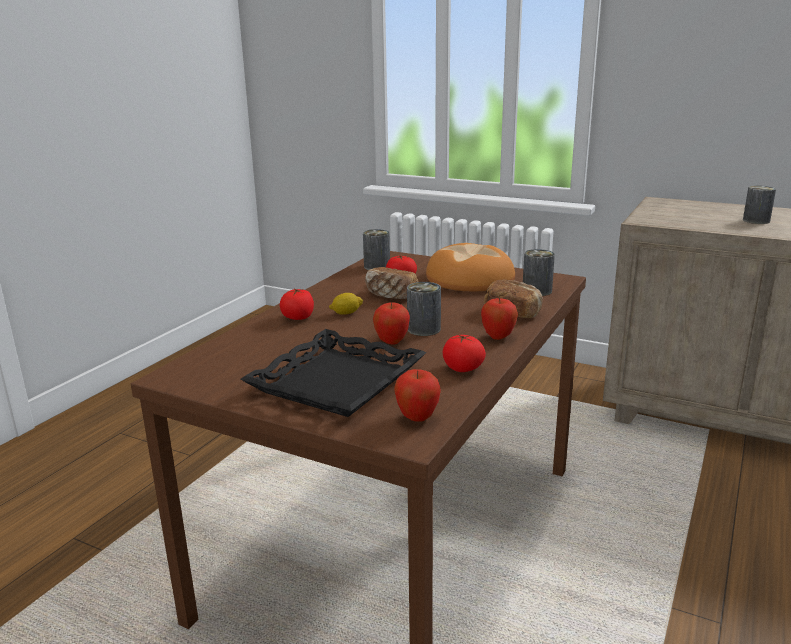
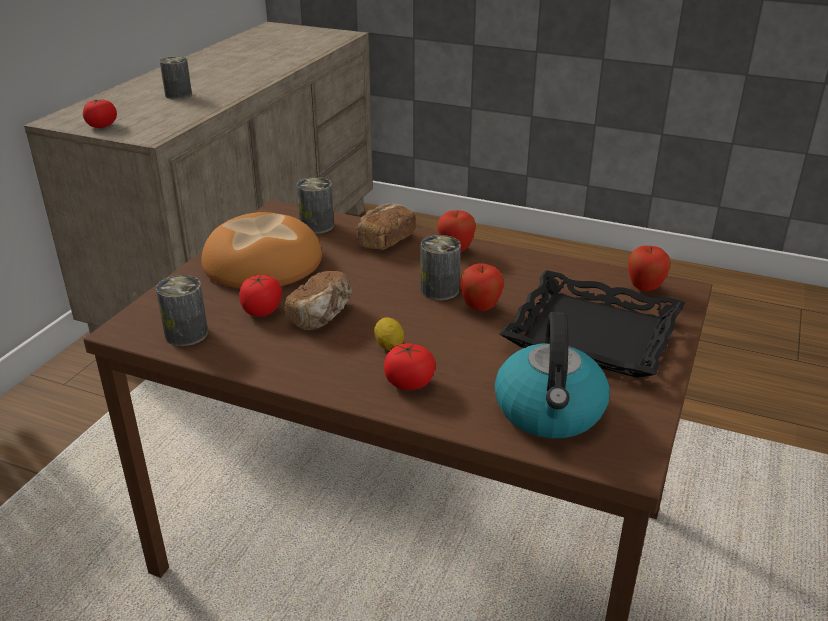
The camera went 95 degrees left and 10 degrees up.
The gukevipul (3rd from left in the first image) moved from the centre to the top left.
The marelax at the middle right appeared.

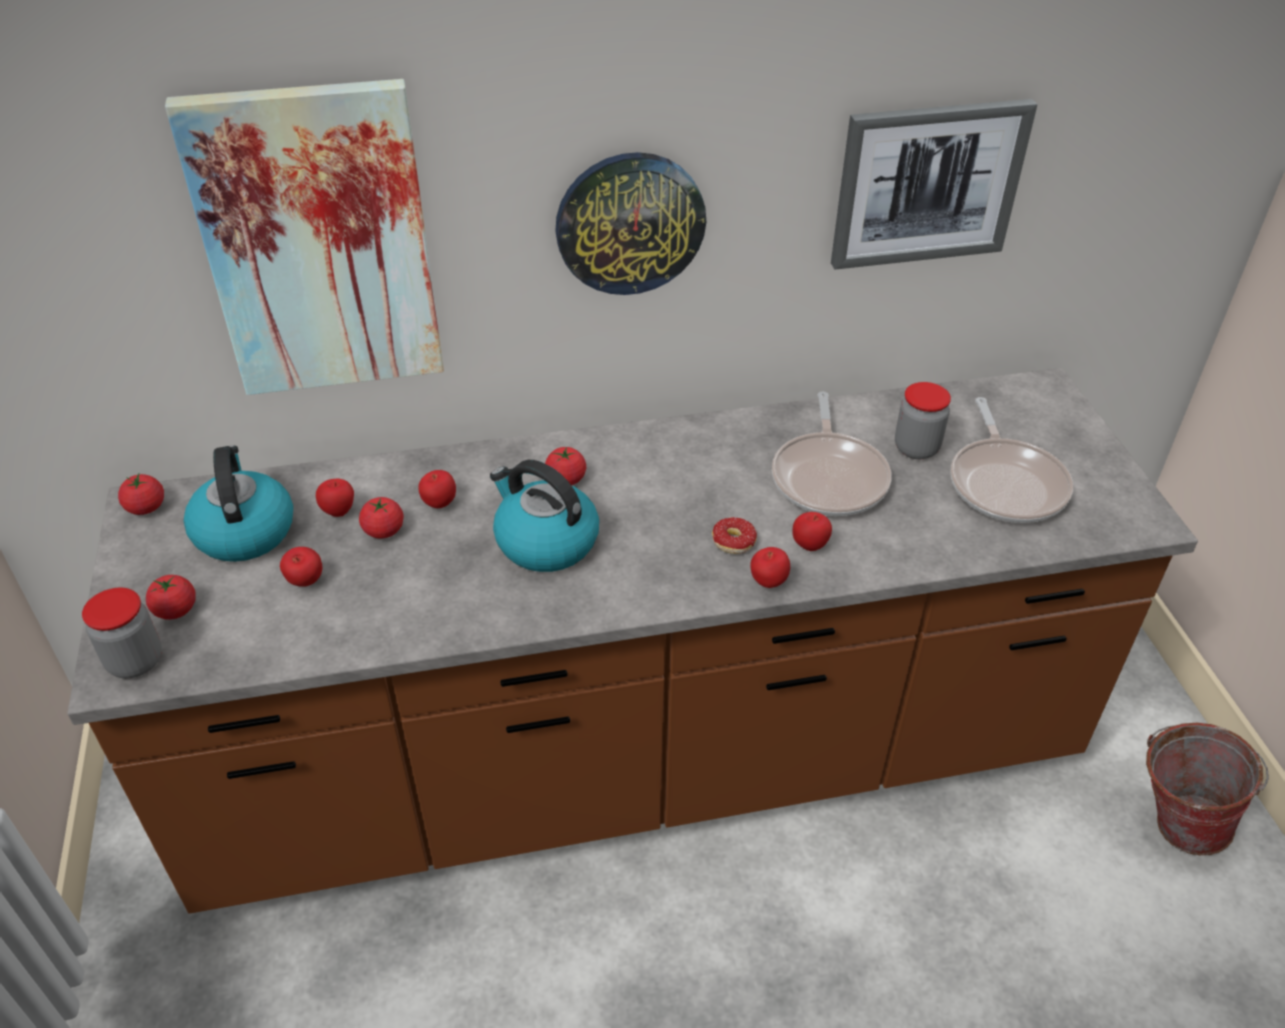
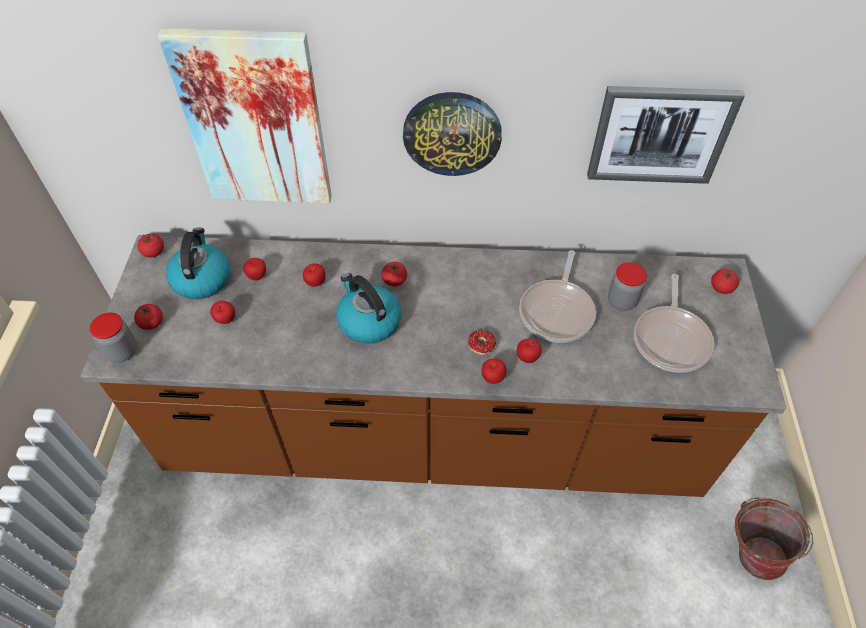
The camera went 15 degrees right and 10 degrees up.
The gukevipul (3rd from left in the first image) moved from the middle left to the middle right.

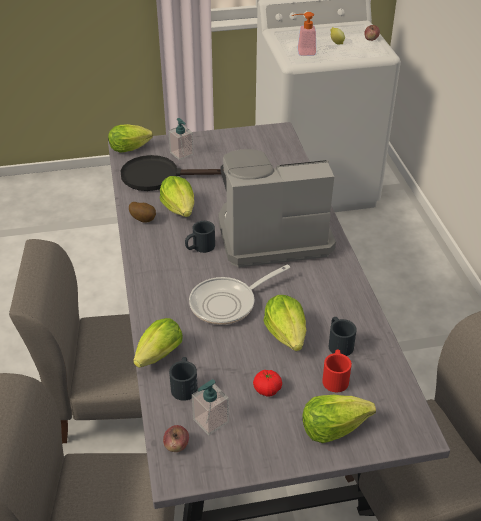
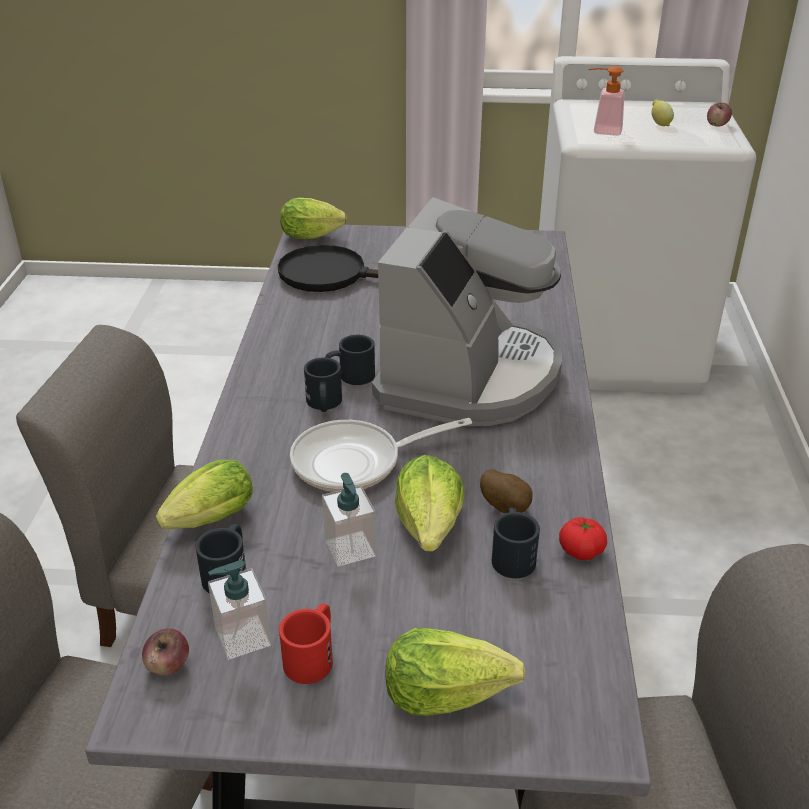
The camera went 15 degrees right and 5 degrees down.
The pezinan moved from the middle left to the centre.
The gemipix (3rd from left) at the centre disappeared.
The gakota (1st from left in the first image) moved from the top centre to the centre.
The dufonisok at the centre turned 105 degrees clockwise.
The gukevipul moved from the bottom centre to the middle right.
The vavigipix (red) moved from the bottom right to the bottom centre.
The vavigipix (black) (2nd from left) at the centre appeared.

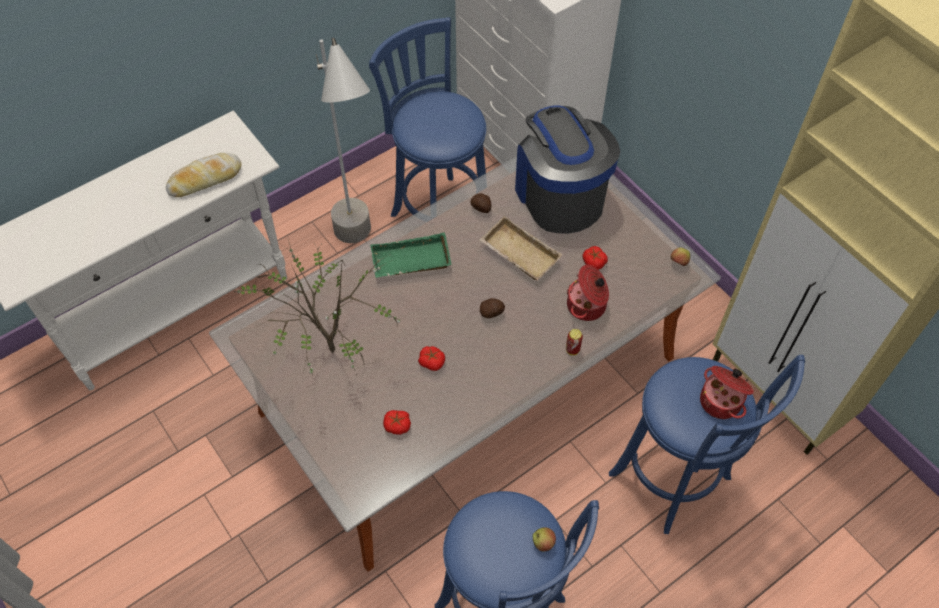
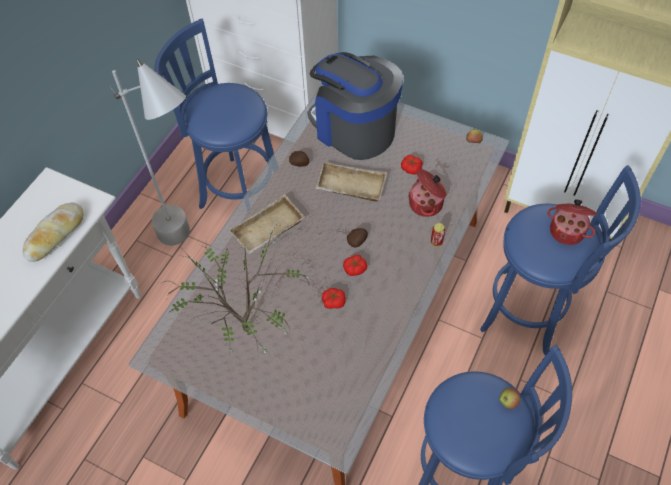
The camera went 25 degrees left and 0 degrees up.
The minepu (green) at the centre became the minepu (beige) (1st from left) at the centre.
The gukevipul (1st from left in the first image) moved from the bottom centre to the centre.

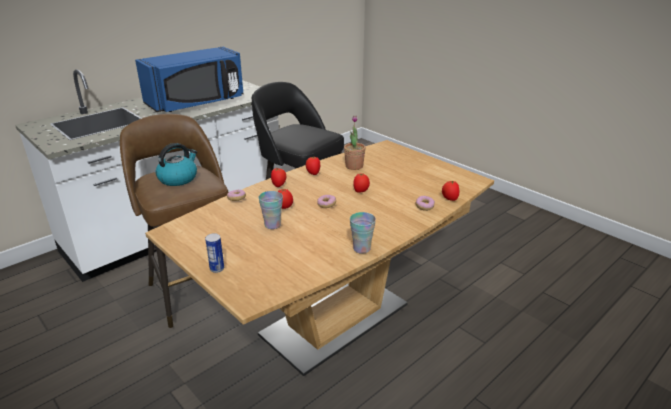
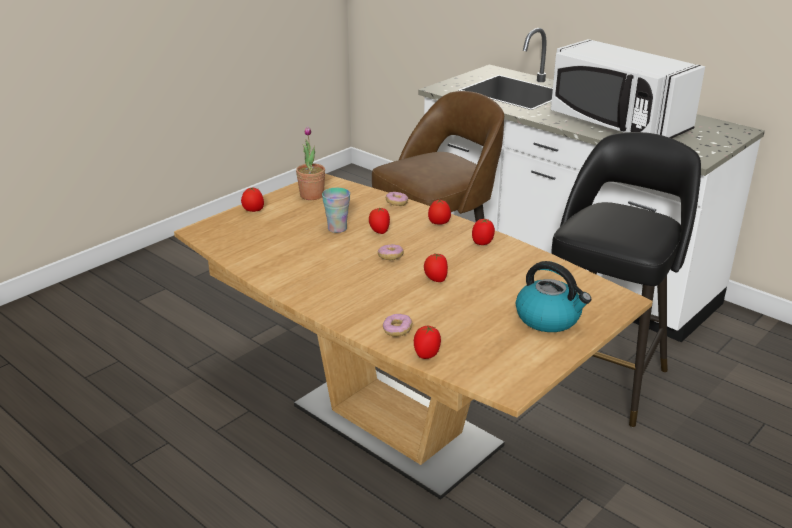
The camera went 85 degrees right and 0 degrees up.
The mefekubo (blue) at the top left became the mefekubo (white) at the top right.
The marelax moved from the middle left to the middle right.
The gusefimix at the middle left was replaced by the gukevipul (1st from left) at the middle left.
The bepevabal moved from the centre to the top centre.
The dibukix (2nd from left) at the centre disappeared.

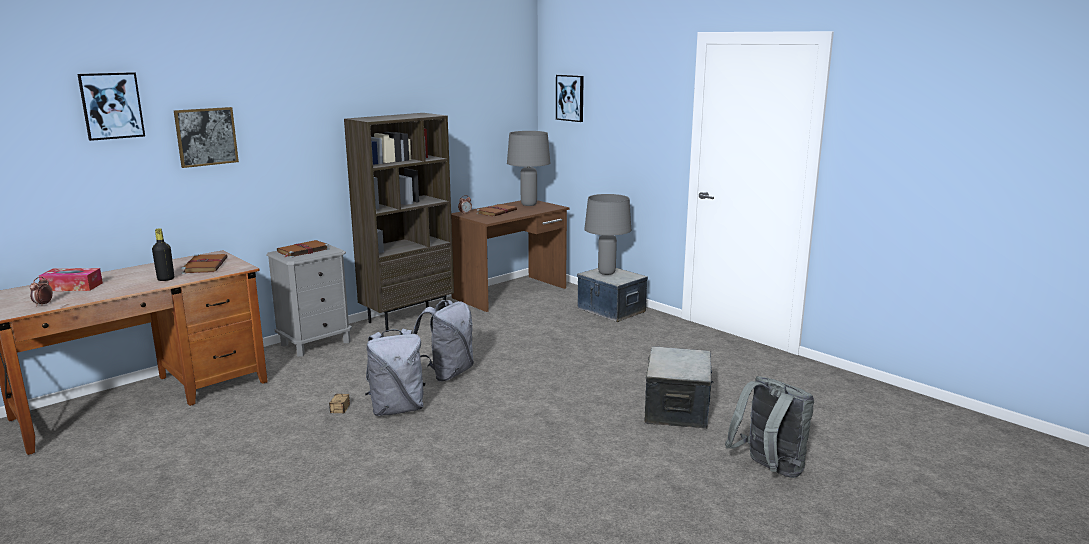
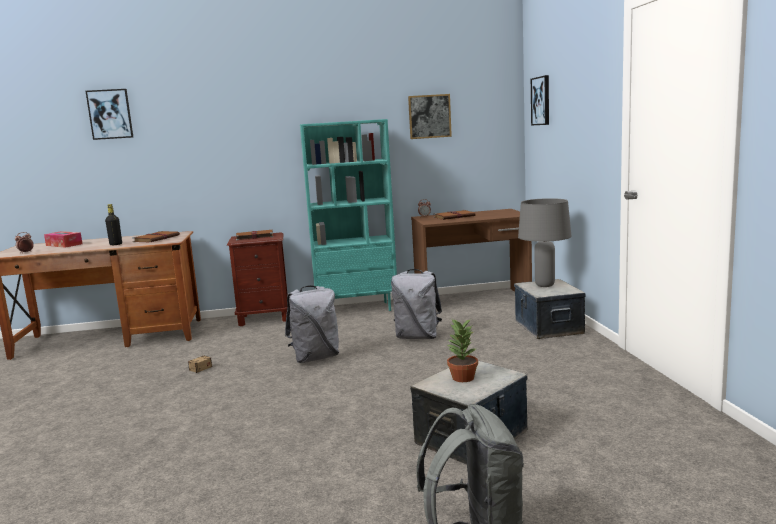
The camera went 35 degrees right and 5 degrees down.
The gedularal (2nd from left) moved from the top left to the top centre.
The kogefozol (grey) at the middle left became the kogefozol (brown) at the middle left.
The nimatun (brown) at the centre became the nimatun (turquoise) at the centre.
The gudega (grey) (1st from left in the first image) moved from the bottom centre to the centre.
The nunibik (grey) (1st from left) at the top centre disappeared.
The bepevabal at the bottom centre appeared.

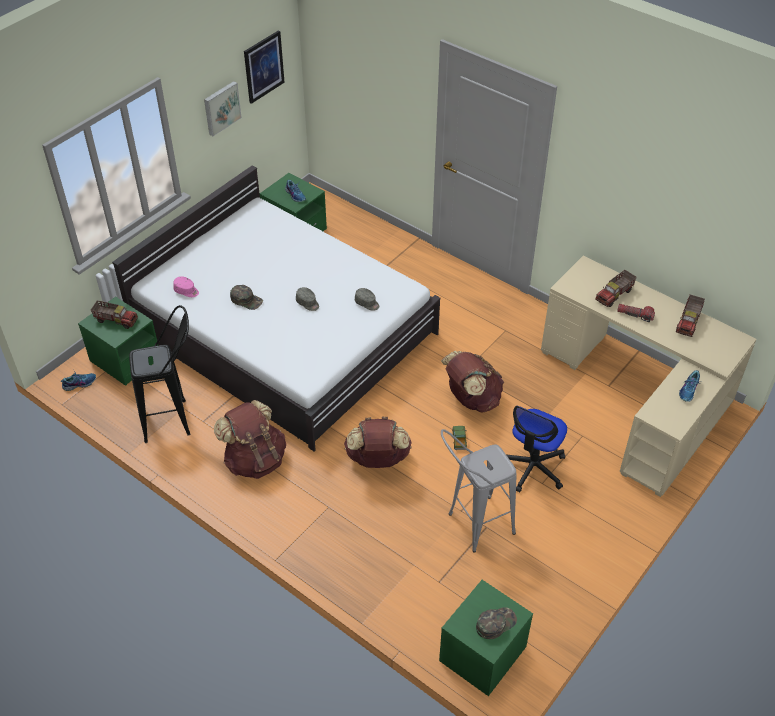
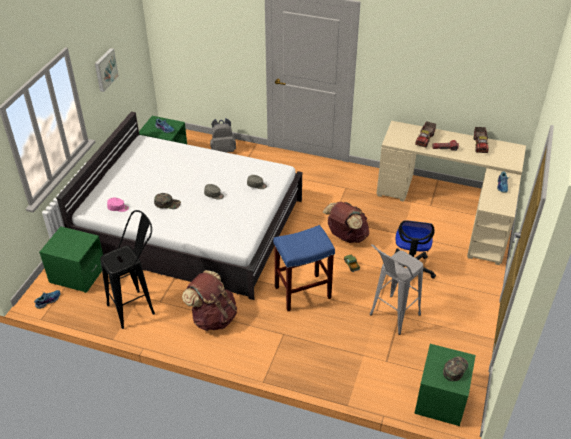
The camera went 20 degrees left and 5 degrees down.
The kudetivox (1st from left) at the middle left disappeared.
The gedularal (2nd from left) at the top centre disappeared.
The gudega (brown) (2nd from left) at the centre was replaced by the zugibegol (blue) at the centre.
The gudega (grey) at the top centre appeared.

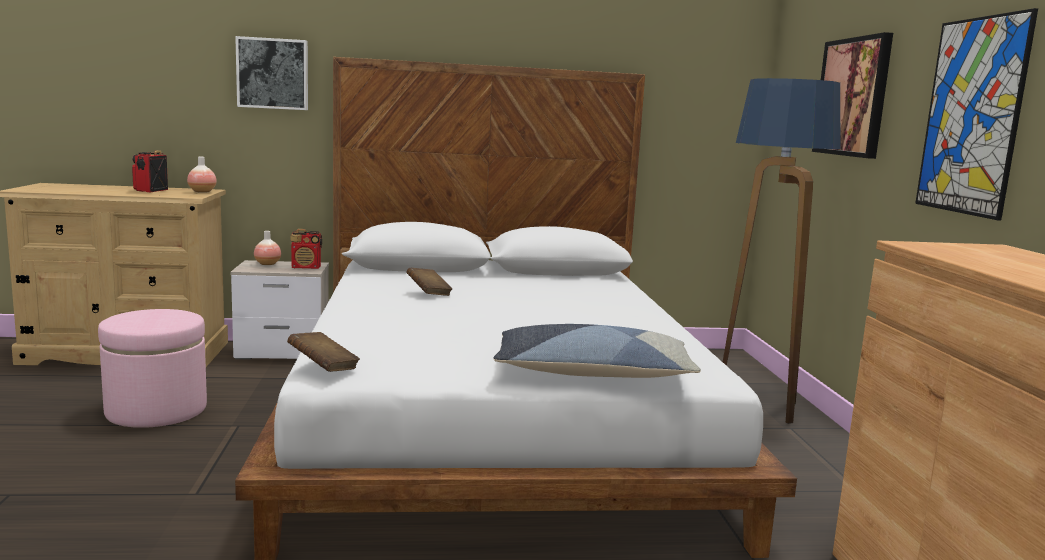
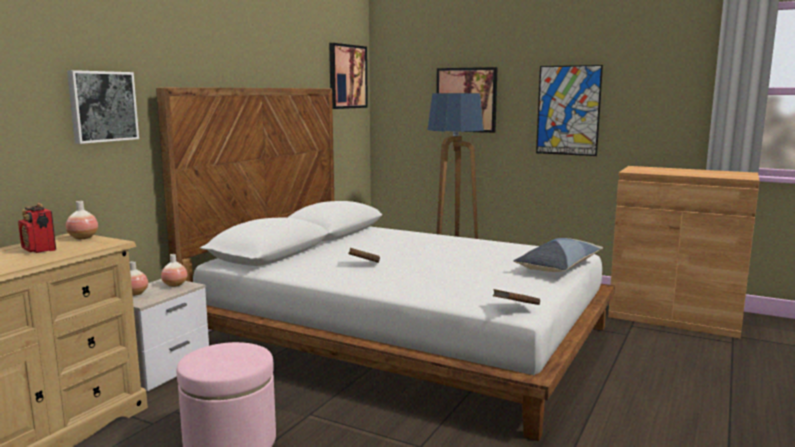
The camera went 55 degrees left and 0 degrees up.
The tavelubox (2nd from left) at the middle left was replaced by the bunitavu (3rd from left) at the middle left.
The gedularal (2nd from left) at the top centre appeared.

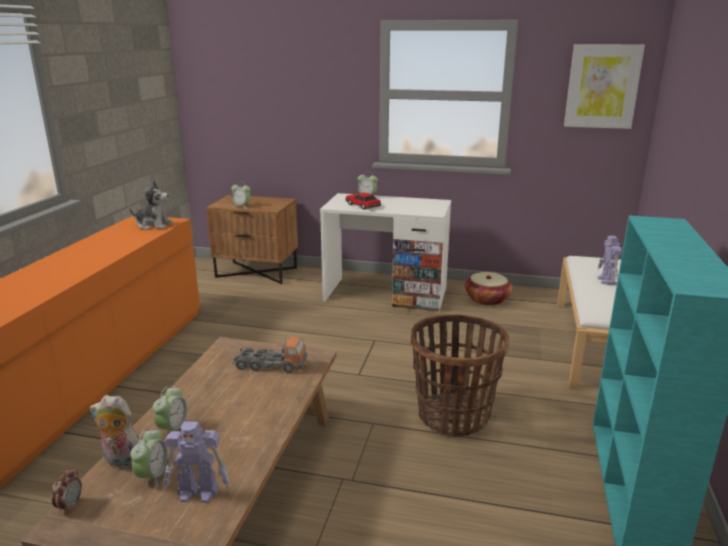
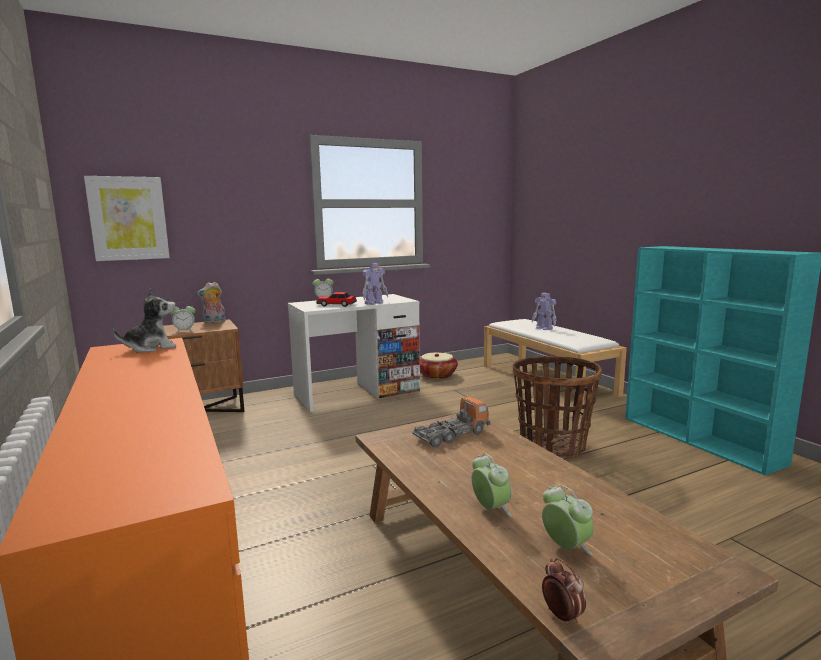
The camera went 40 degrees left and 10 degrees down.
The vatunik (1st from left in the first image) moved from the bottom left to the middle left.
The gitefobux (1st from left) moved from the bottom left to the centre.
The gedularal moved from the top right to the top left.

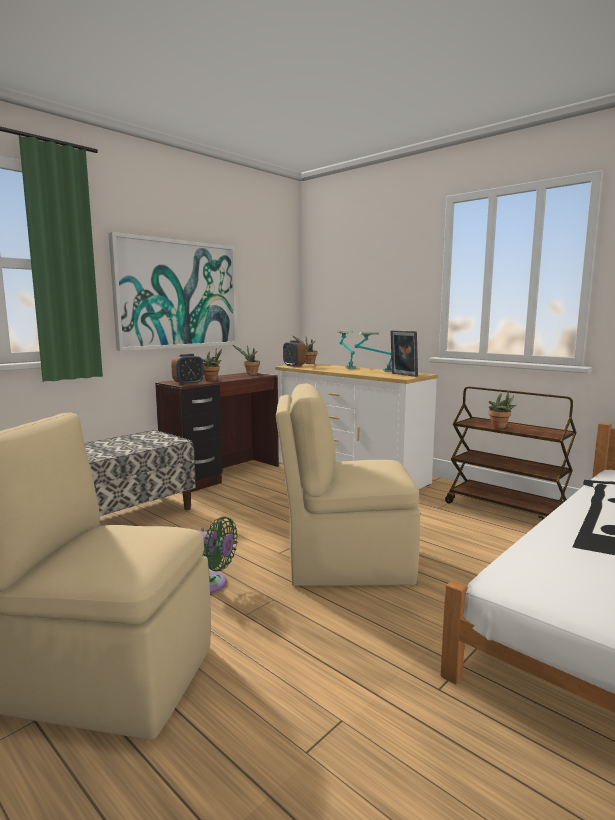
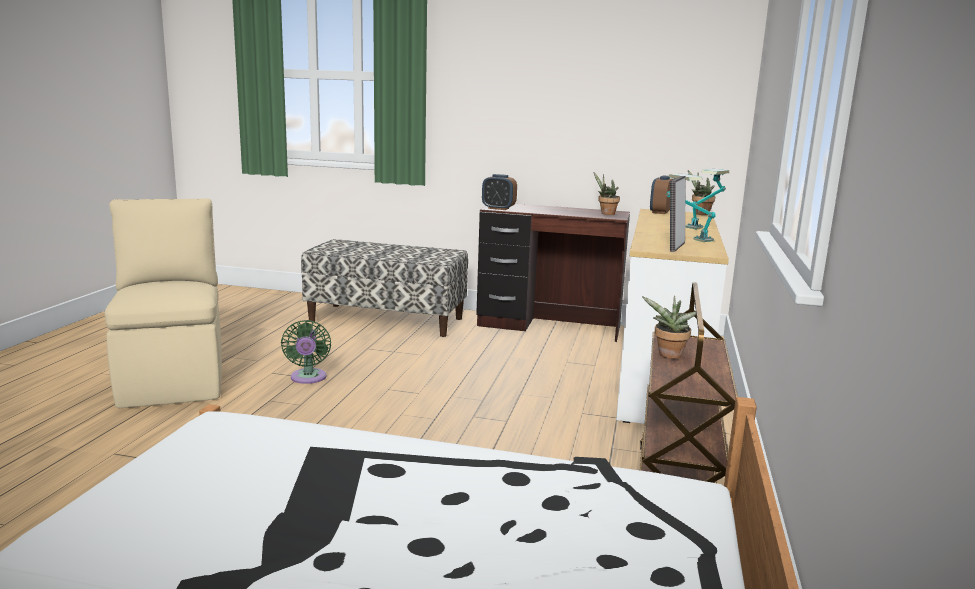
The camera went 60 degrees right and 5 degrees up.
The gedularal at the middle left disappeared.
The bepevabal (1st from left) at the centre disappeared.
The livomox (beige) (2nd from left) at the centre disappeared.

